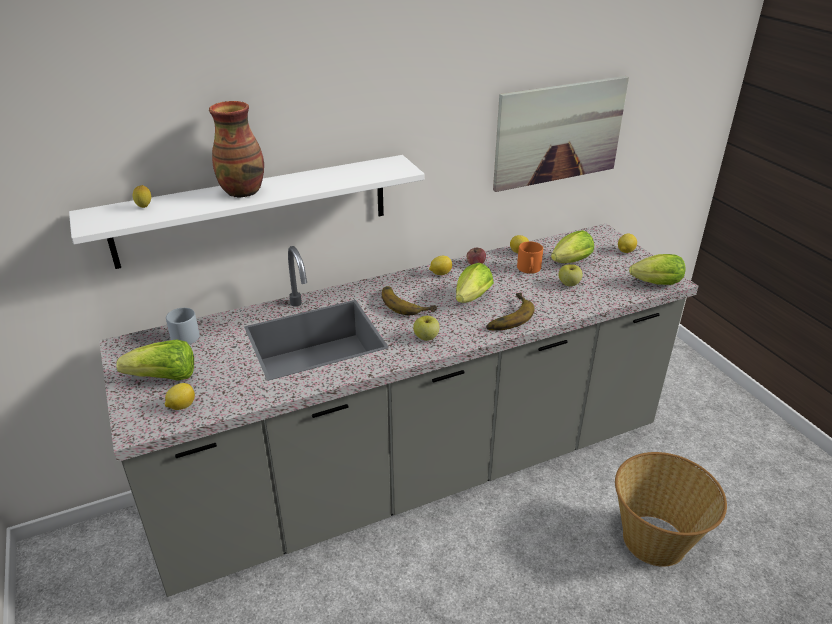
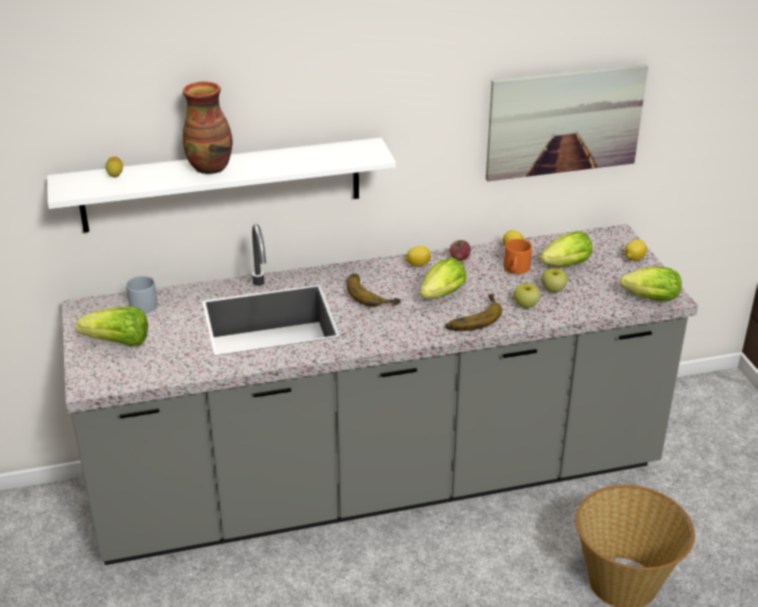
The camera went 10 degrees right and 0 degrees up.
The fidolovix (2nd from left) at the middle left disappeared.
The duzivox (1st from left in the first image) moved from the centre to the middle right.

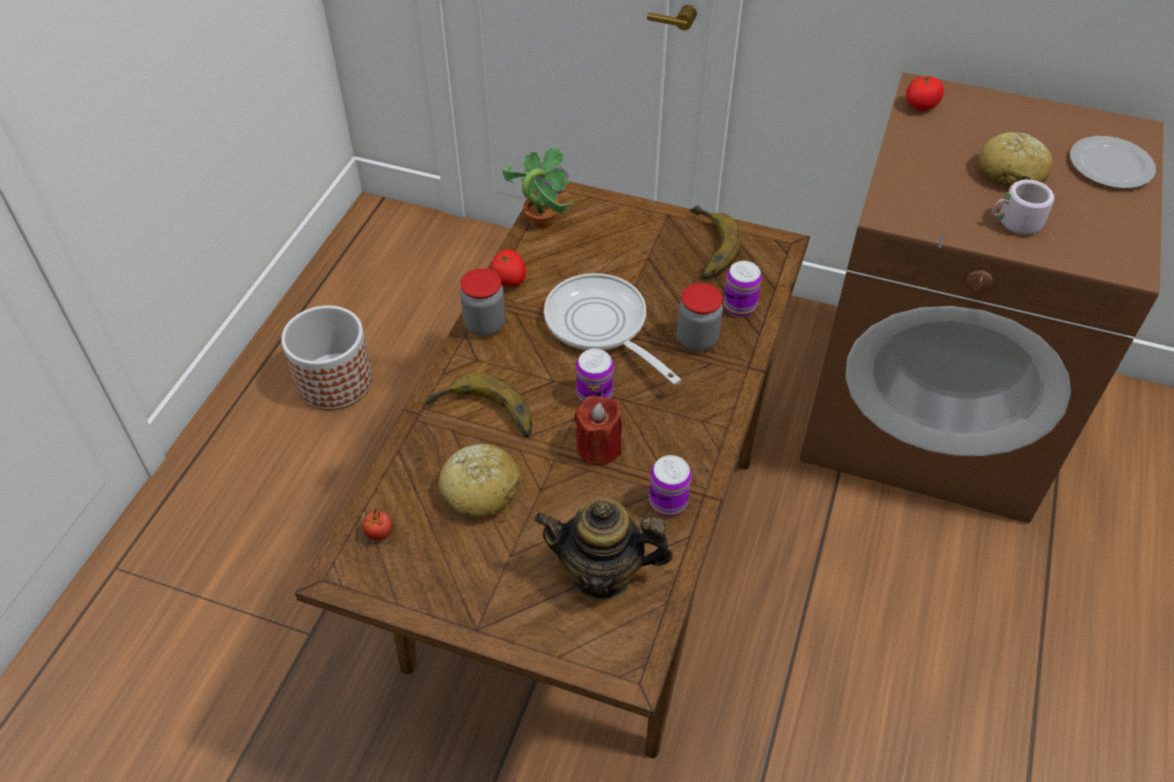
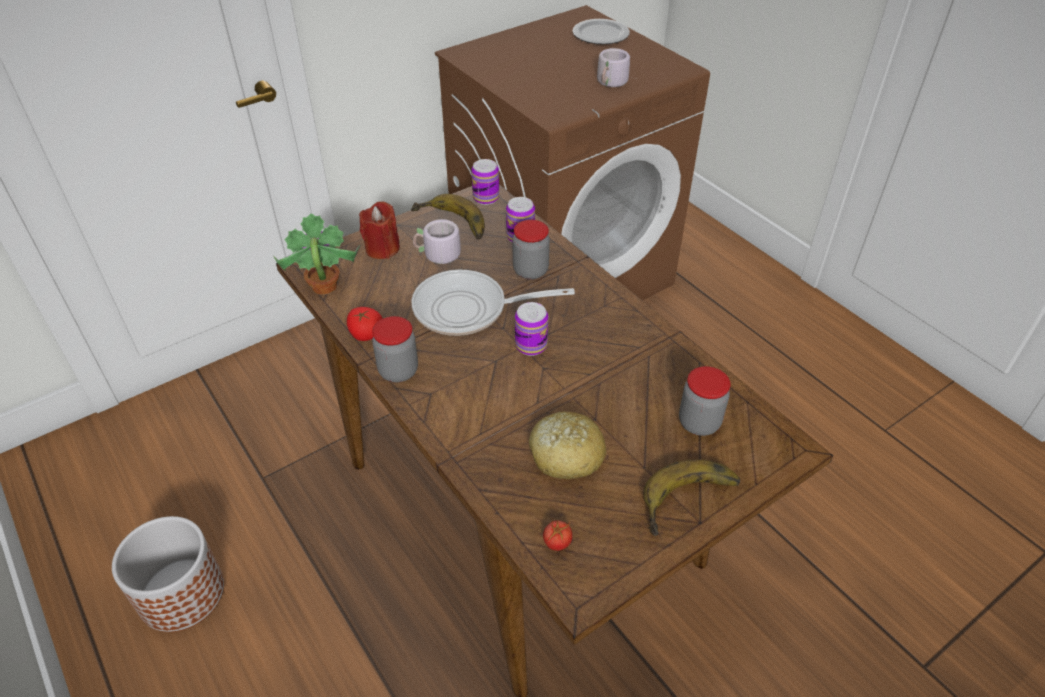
The camera went 55 degrees left and 5 degrees down.
The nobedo (1st from left in the first image) moved from the centre to the bottom centre.
The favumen at the bottom centre was replaced by the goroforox (3rd from left) at the middle right.
The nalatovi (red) moved from the centre to the top centre.
The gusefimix (2nd from left in the first image) moved from the centre to the top centre.
The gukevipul (3rd from left) at the top right disappeared.
The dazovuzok (2nd from left) at the top right disappeared.
The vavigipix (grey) (1st from left) at the centre appeared.

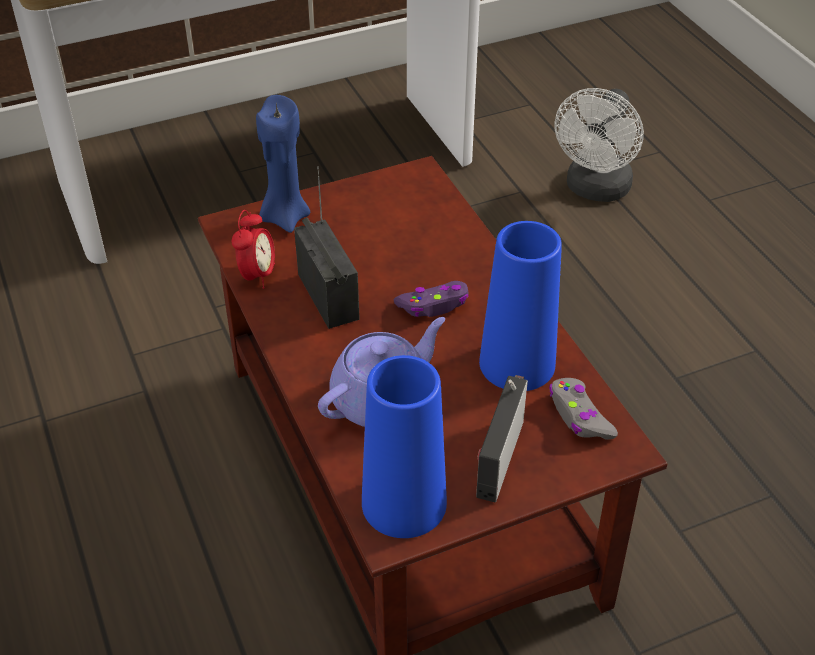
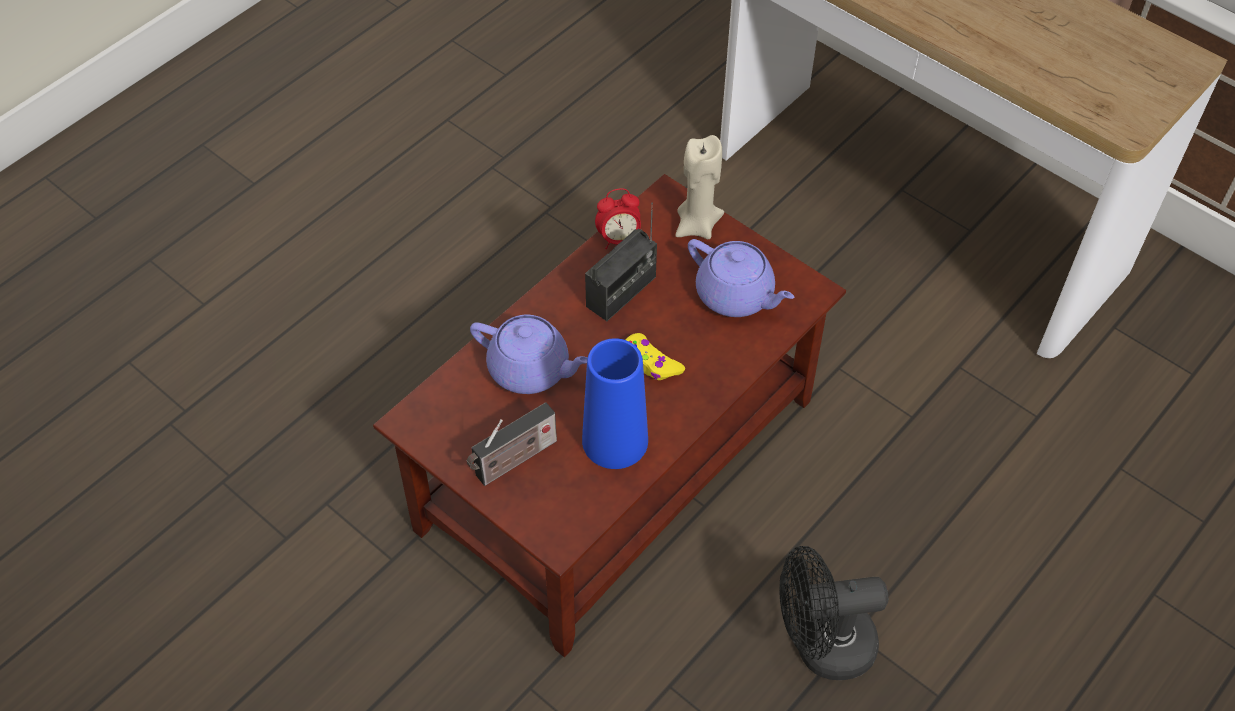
The camera went 65 degrees right and 10 degrees up.
The nalatovi (blue) at the top centre became the nalatovi (beige) at the top centre.
The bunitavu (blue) (1st from left) at the bottom centre disappeared.
The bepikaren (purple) at the centre became the bepikaren (yellow) at the centre.
The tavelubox (2nd from left in the first image) at the bottom centre turned 150 degrees clockwise.
The bepikaren (grey) at the middle right disappeared.
The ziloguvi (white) at the top right disappeared.
The favumen (purple) (2nd from left) at the centre appeared.
The ziloguvi (black) at the bottom right appeared.

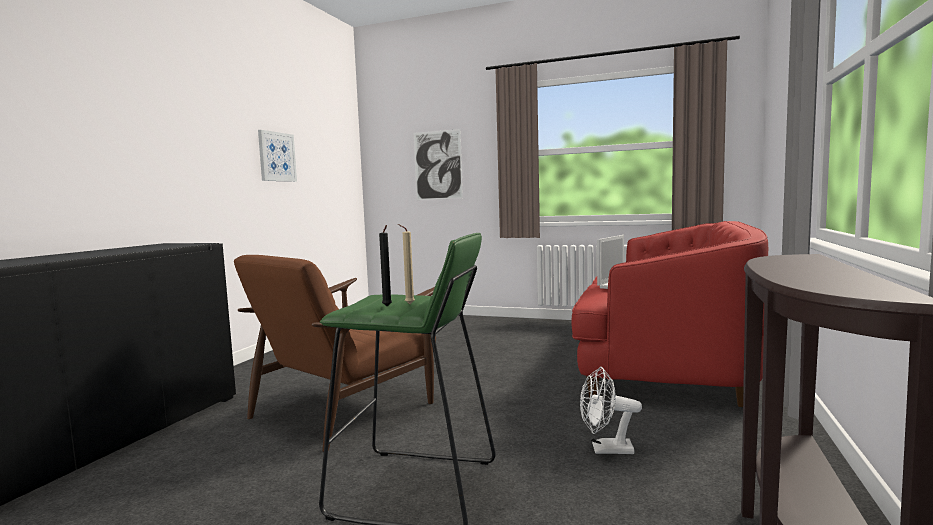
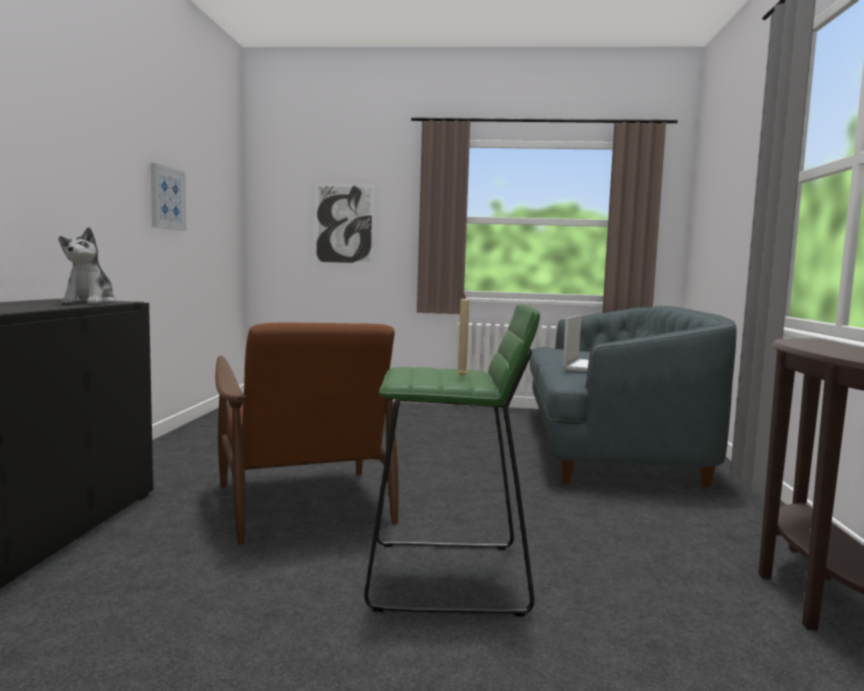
The camera went 15 degrees left and 0 degrees up.
The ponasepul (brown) at the bottom centre turned 45 degrees counterclockwise.
The nalatovi (black) at the centre disappeared.
The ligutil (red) at the middle right became the ligutil (grey) at the middle right.
The ziloguvi (white) at the bottom centre disappeared.
The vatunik at the middle left appeared.

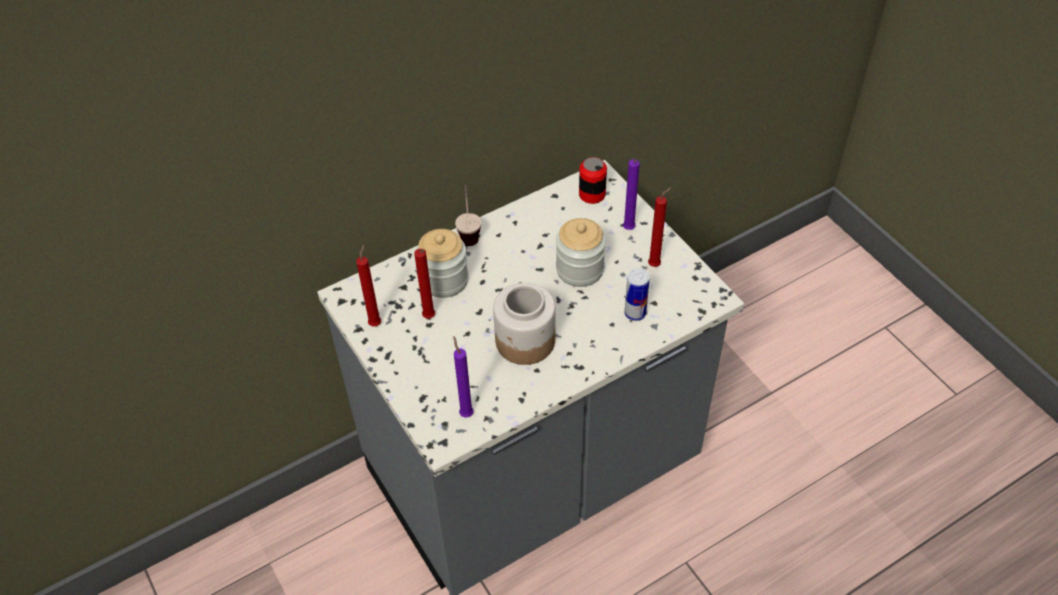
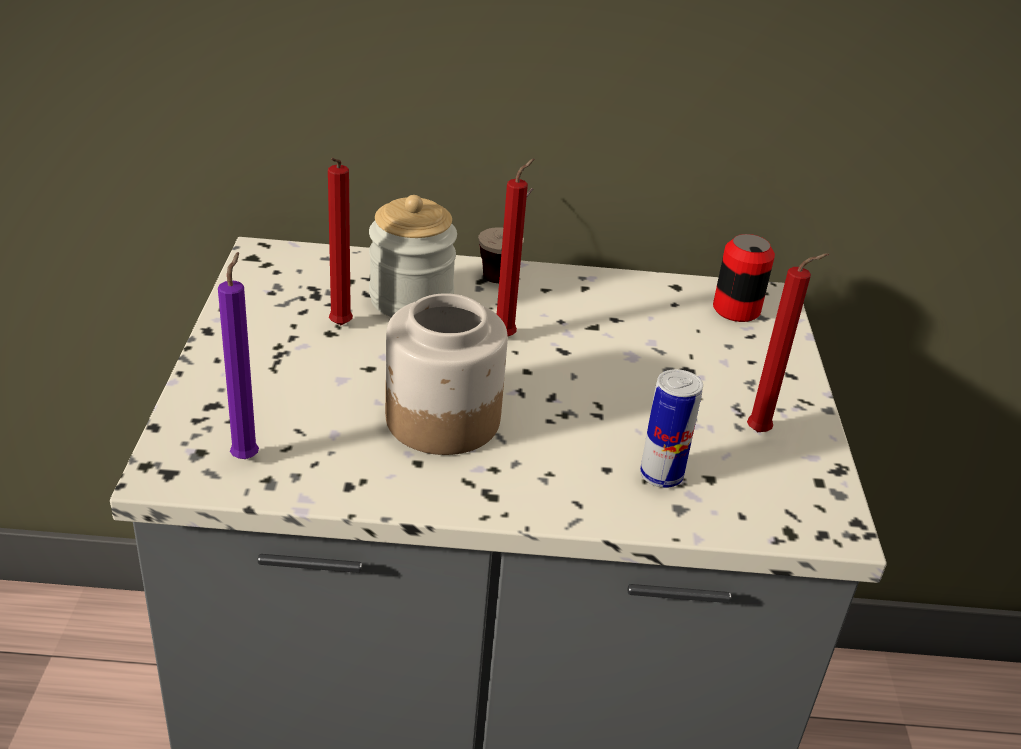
The camera went 30 degrees right and 15 degrees down.
The nalatovi (red) (1st from left in the first image) moved from the centre to the top centre.
The goroforox (3rd from left) at the centre disappeared.
The nalatovi (purple) (2nd from left) at the top centre disappeared.

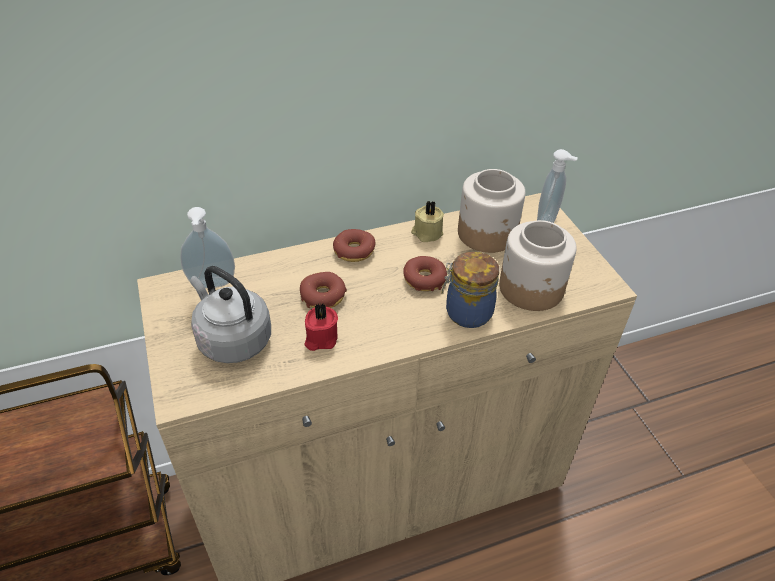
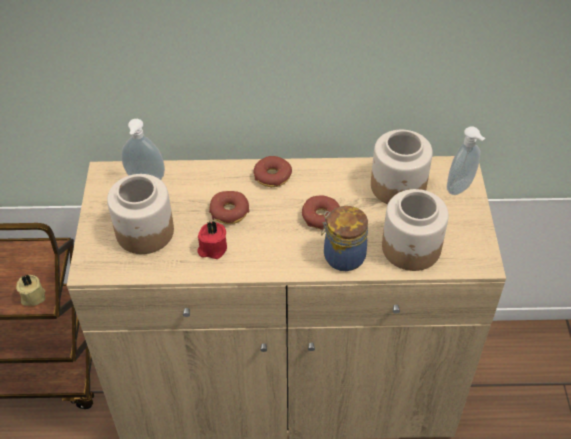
The camera went 20 degrees right and 5 degrees up.
The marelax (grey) at the middle left was replaced by the goroforox (1st from left) at the middle left.
The nalatovi (beige) moved from the centre to the middle left.

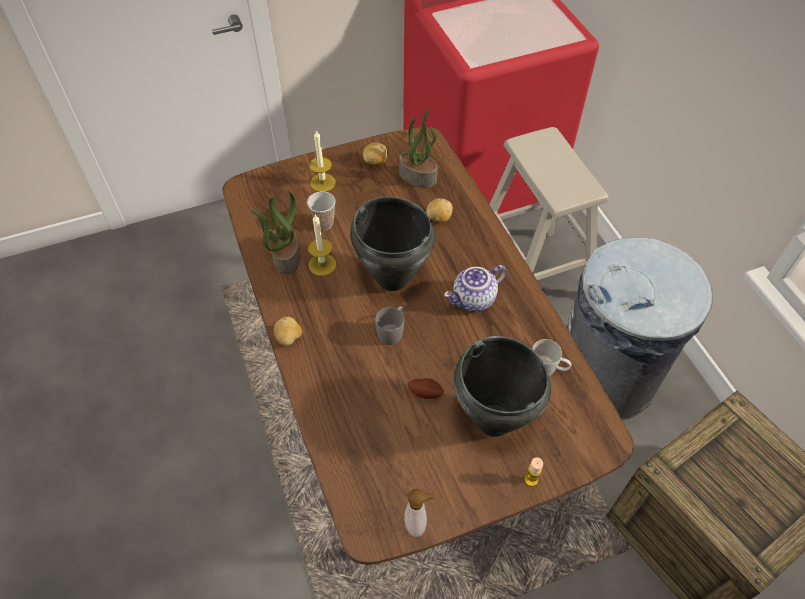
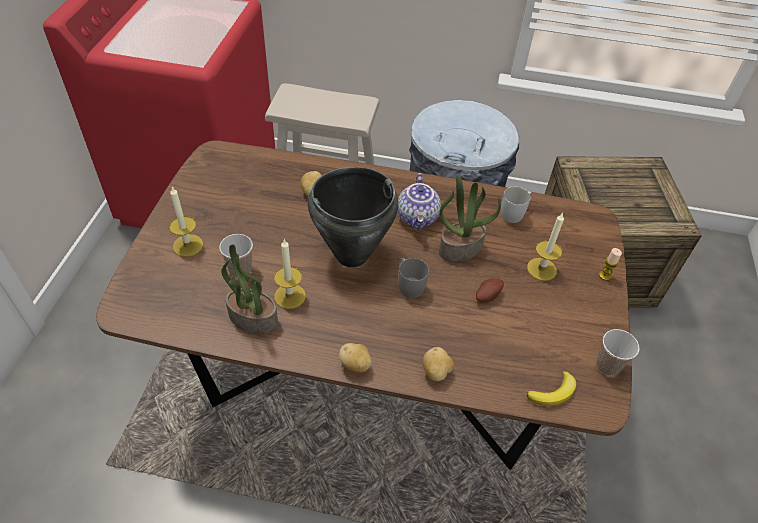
The camera went 60 degrees left and 5 degrees down.
The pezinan (2nd from left in the first image) moved from the top centre to the bottom centre.
The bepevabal (2nd from left) moved from the top centre to the centre.
The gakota at the bottom centre was replaced by the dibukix (2nd from left) at the bottom right.
The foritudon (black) (2nd from left) at the centre was replaced by the nalatovi (3rd from left) at the middle right.
The nobedo at the bottom right appeared.

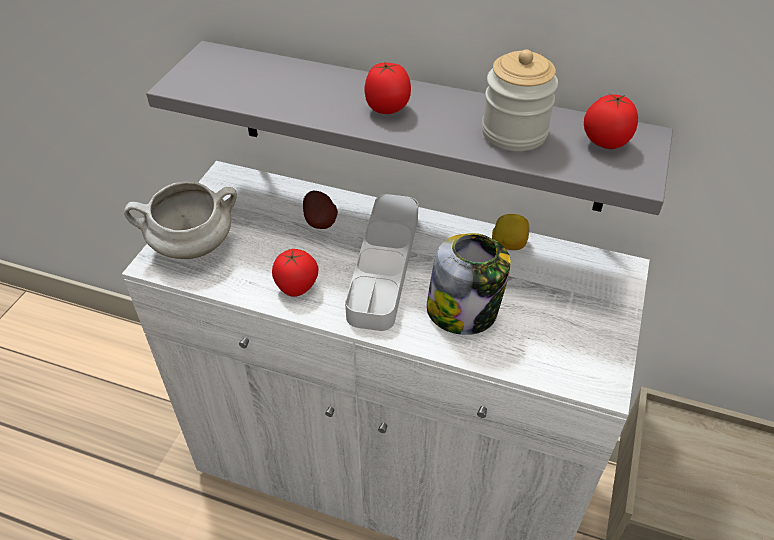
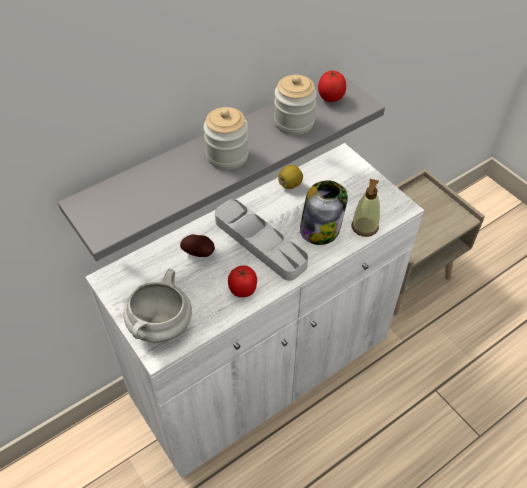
The camera went 55 degrees left and 5 degrees up.
The gukevipul (2nd from left) at the top centre was replaced by the goroforox (1st from left) at the top centre.
The gakota at the middle right appeared.

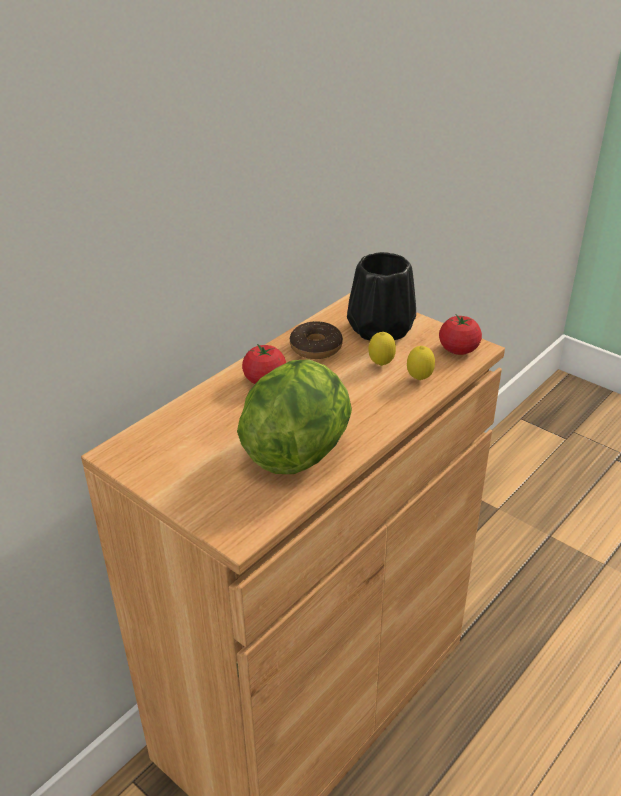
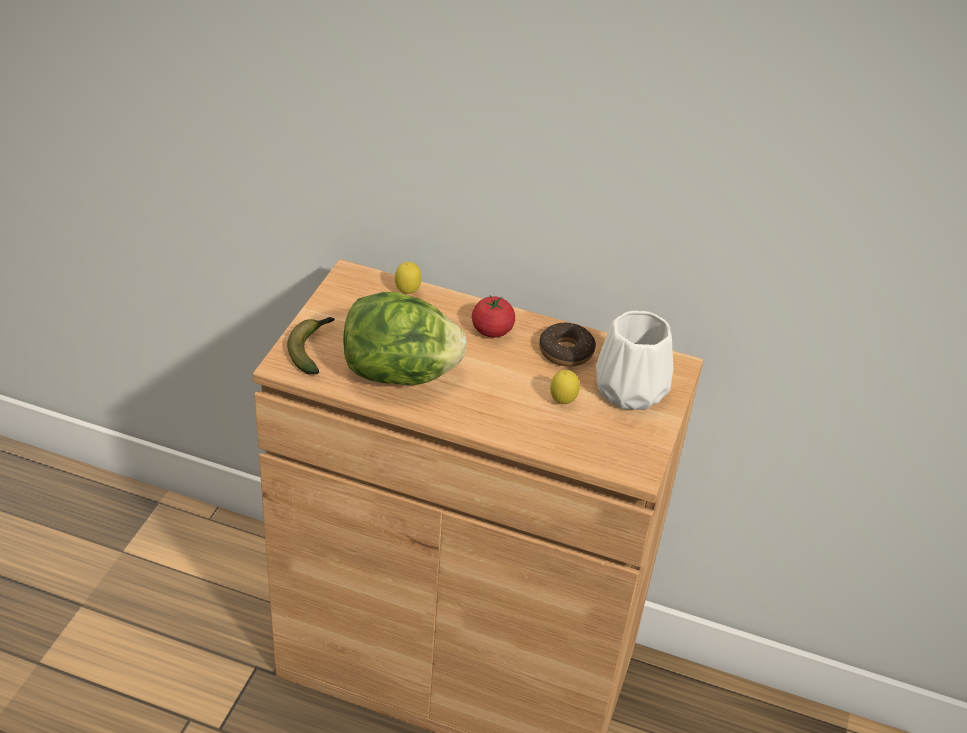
The camera went 65 degrees right and 5 degrees up.
The bunitavu (black) at the centre became the bunitavu (white) at the centre.
The fidolovix (2nd from left in the first image) moved from the middle right to the centre.
The gukevipul (2nd from left) at the middle right disappeared.
The nobedo at the middle left appeared.

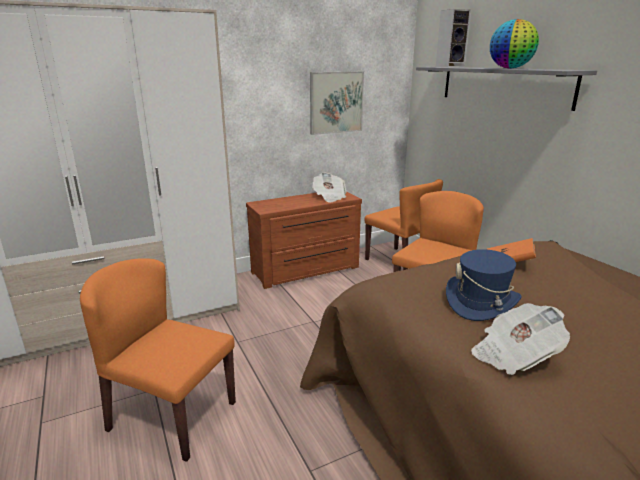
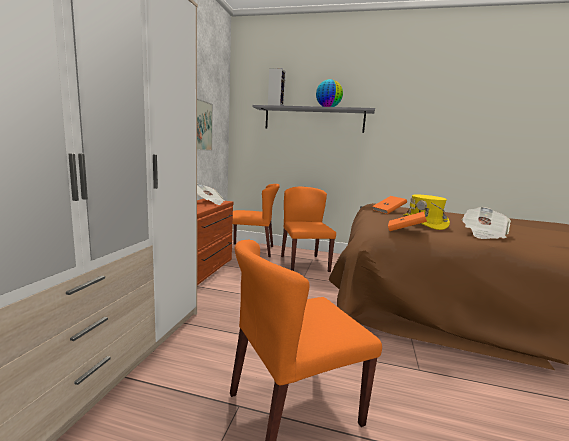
The camera went 50 degrees left and 10 degrees down.
The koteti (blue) at the middle right became the koteti (yellow) at the middle right.
The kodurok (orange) (2nd from left) at the middle right appeared.

